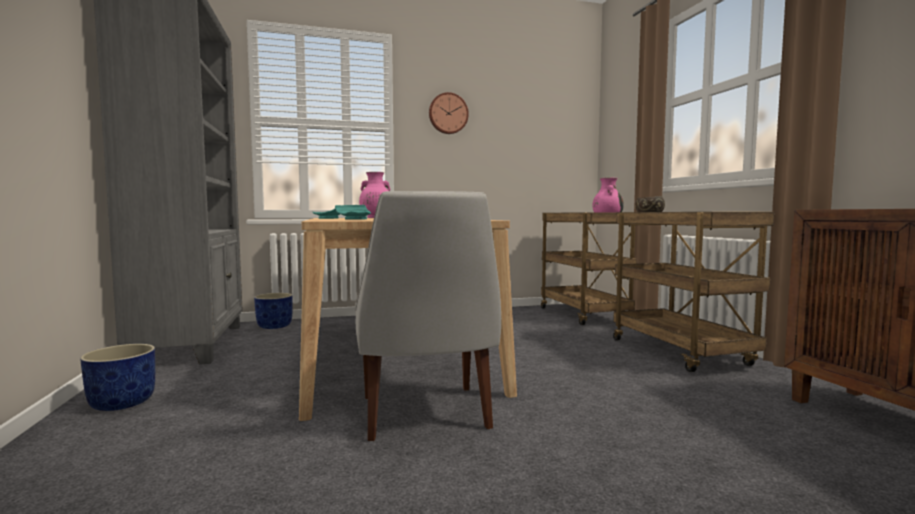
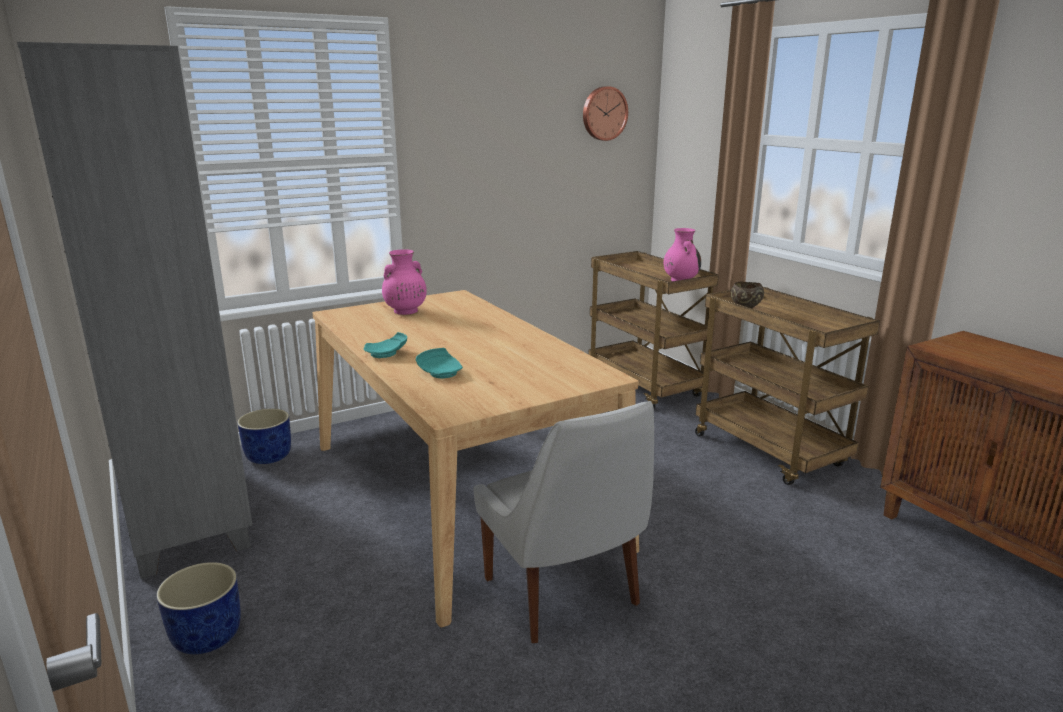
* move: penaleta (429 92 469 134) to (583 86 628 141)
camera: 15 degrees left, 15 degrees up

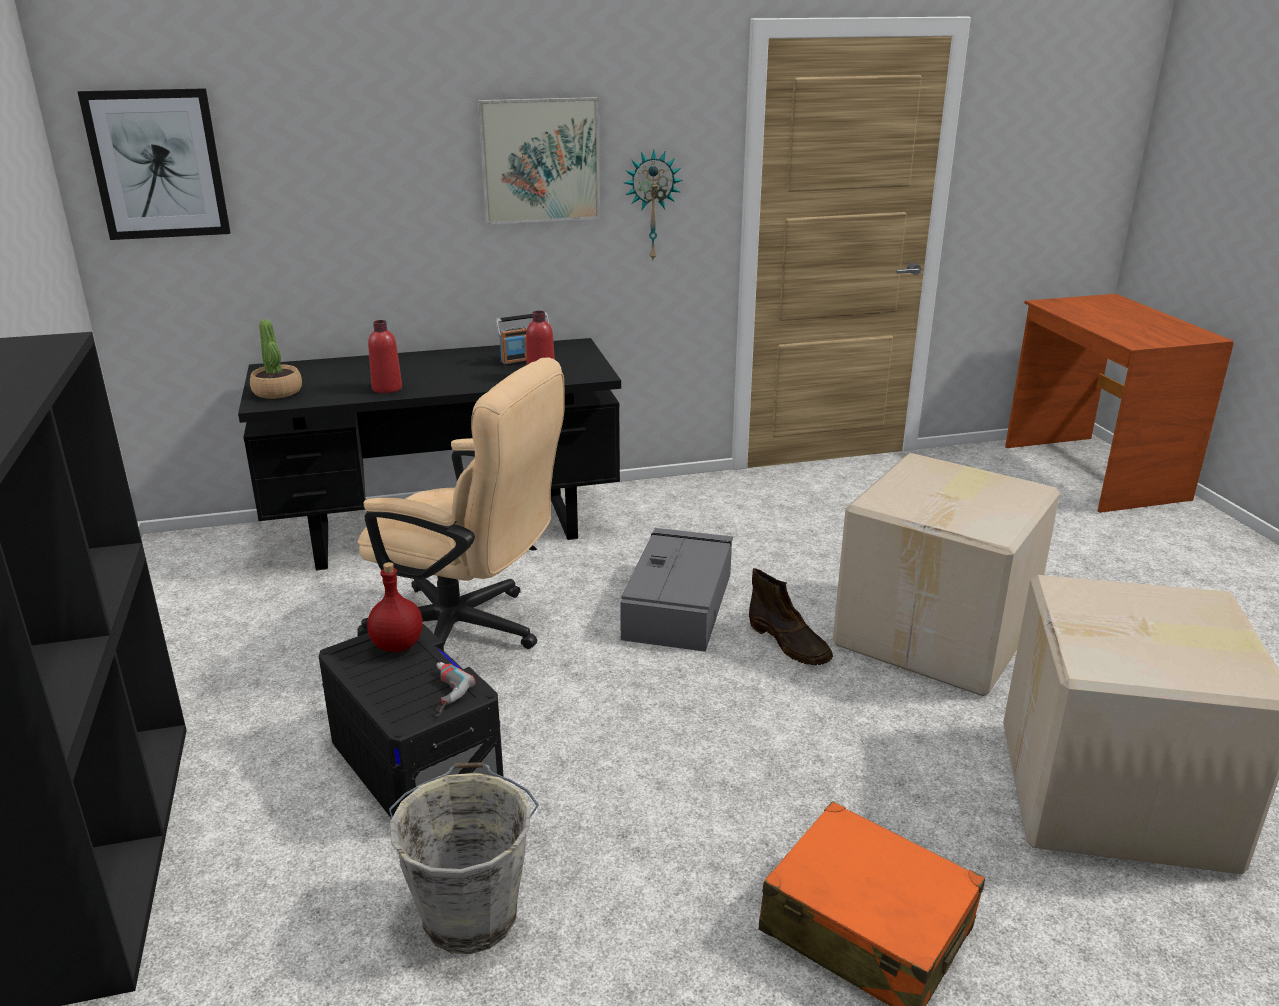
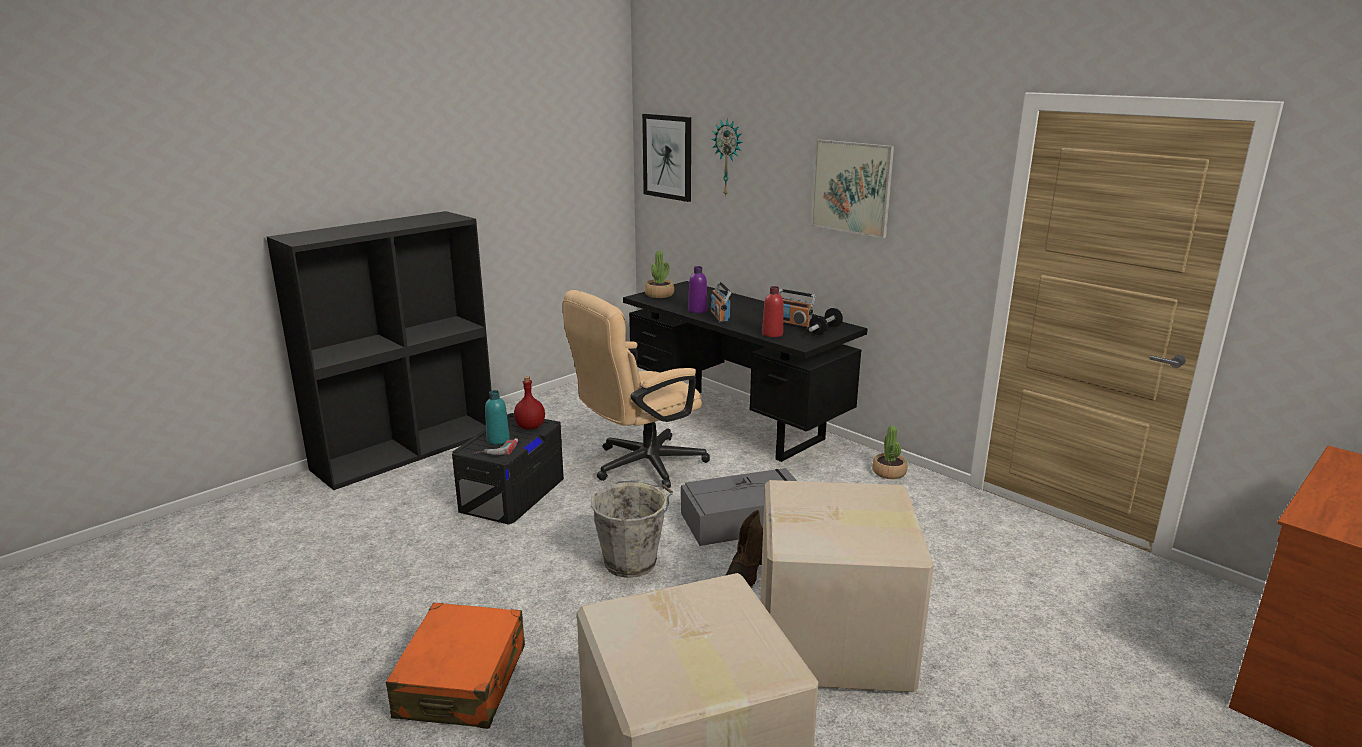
* rotate: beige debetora (357 358 564 649) = (562 290 710 488) 60 degrees clockwise
* recolor: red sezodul (368 320 402 393) to purple sezodul (688 266 707 313)
* move: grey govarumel (389 762 539 954) to (591 481 673 578)
* move: penaleta (624 150 683 260) to (711 118 743 197)
* insert: turquoise sezodul (485 390 510 444)
* insert: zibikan (710 281 732 323)
* insert: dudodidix (809 308 843 335)
* insert: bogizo (872 425 907 479)
camera: 60 degrees right, 5 degrees down

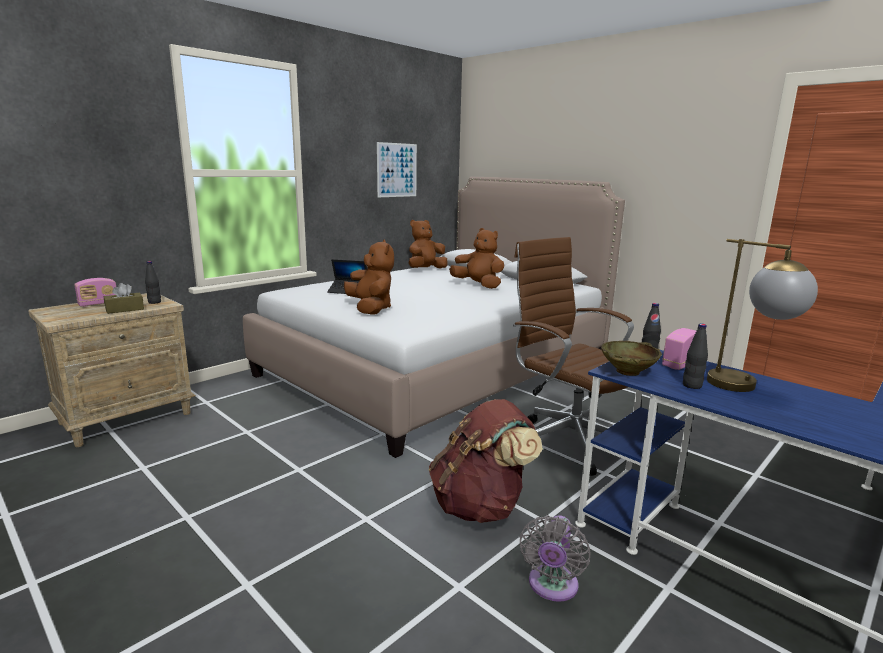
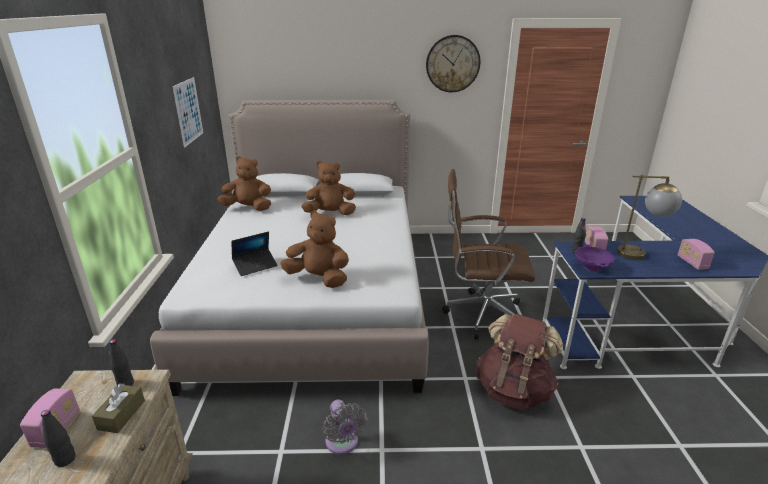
* rotate: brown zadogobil (408 220 448 269) = (217 156 271 211) 90 degrees clockwise
* move: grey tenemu (519 515 590 602) to (323 399 368 455)
* recolor: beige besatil (601 341 662 376) to purple besatil (575 245 615 272)
* move: black sezodul (683 323 708 389) to (41 410 76 467)
* insert: penaleta (426 35 480 92)
* insert: zibikan (678 239 715 270)
camera: 45 degrees left, 10 degrees up

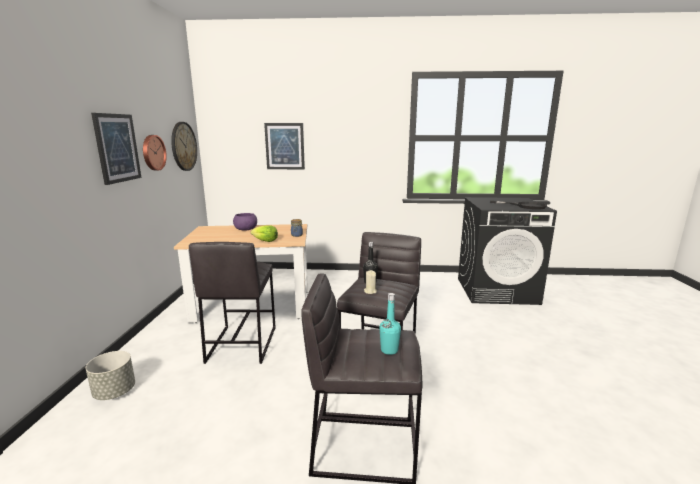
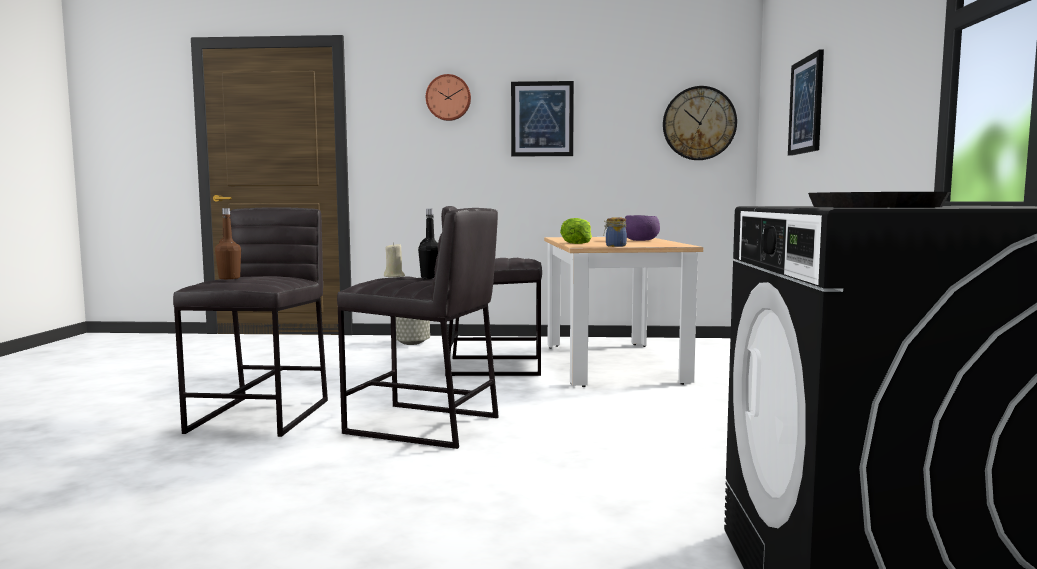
* move: penaleta (143 135 167 170) to (426 74 471 121)
* recolor: turquoise sezodul (380 293 401 355) to brown sezodul (215 208 241 279)
camera: 90 degrees right, 10 degrees down

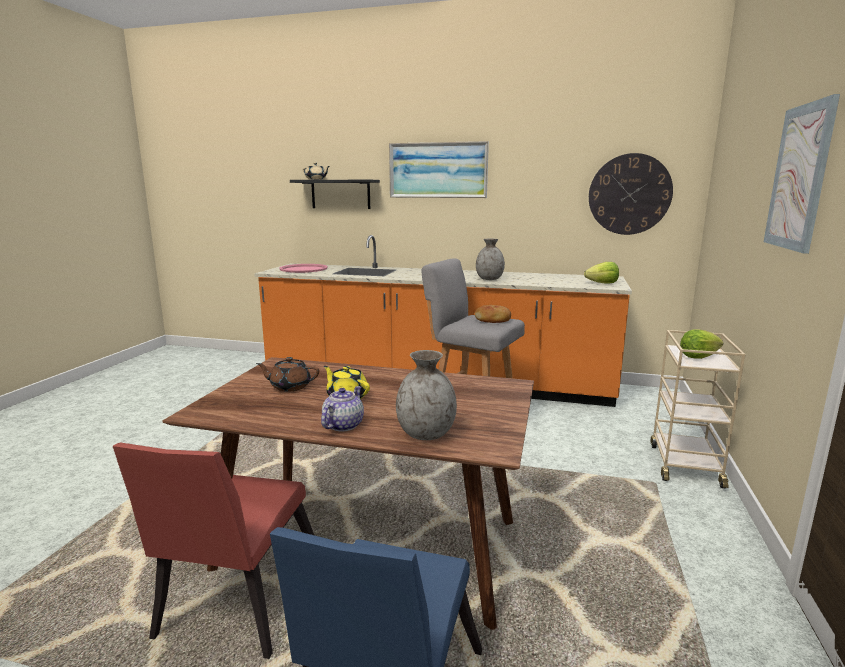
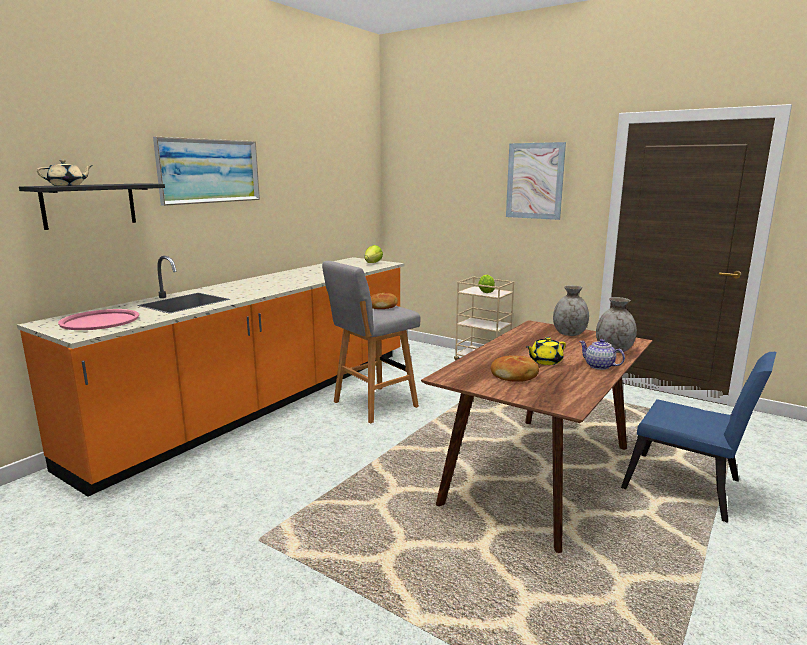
* delete: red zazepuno (113 442 314 659)
* replace: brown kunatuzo (256 357 319 392) to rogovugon (491 356 539 382)
* move: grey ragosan (476 239 505 280) to (553 285 589 336)
* delete: penaleta (589 153 673 235)
camera: 70 degrees left, 0 degrees up

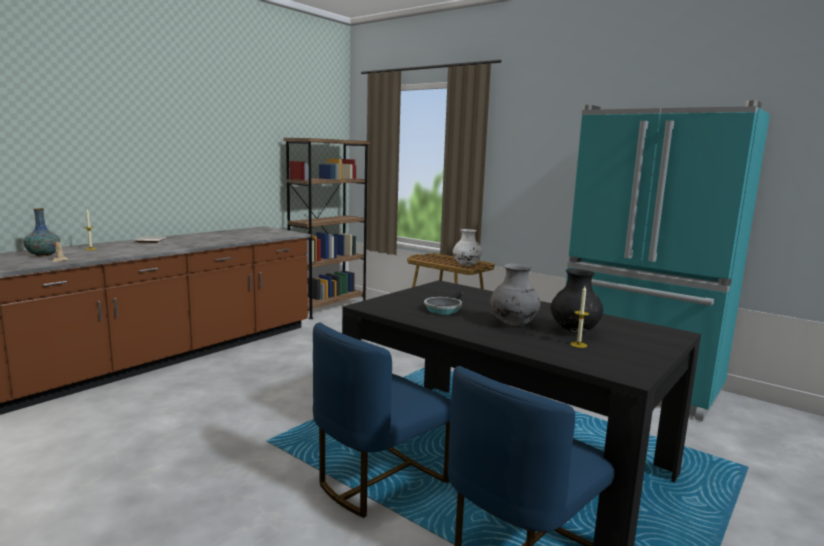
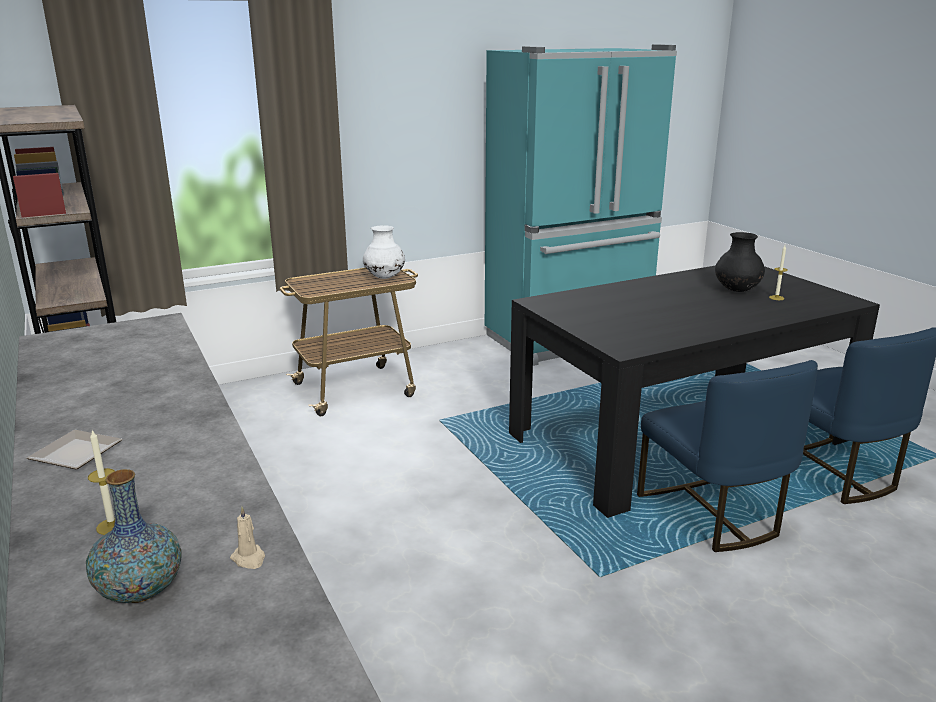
* delete: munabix (424 291 462 315)
* delete: grey ragosan (490 263 540 326)
camera: 65 degrees left, 10 degrees up

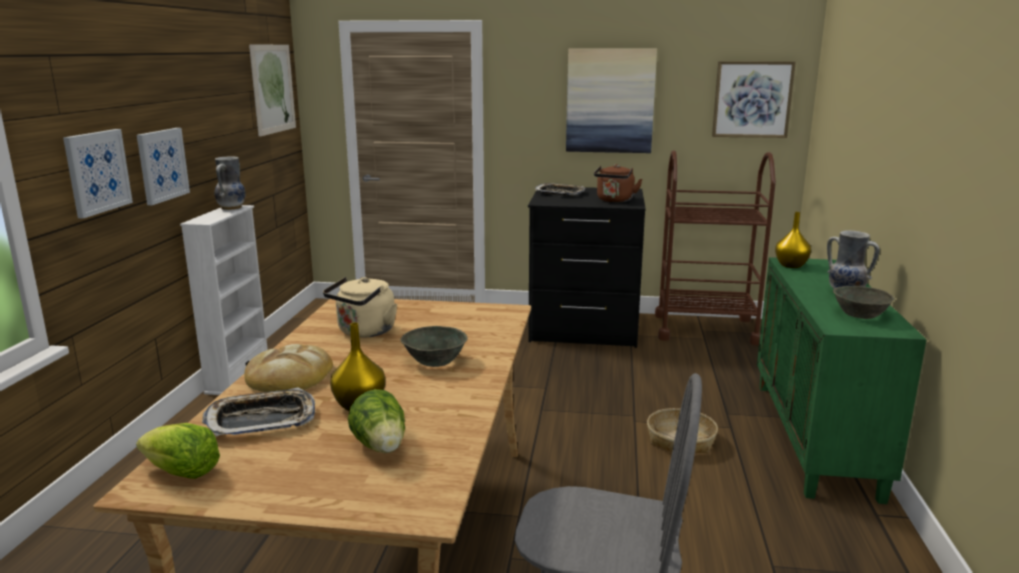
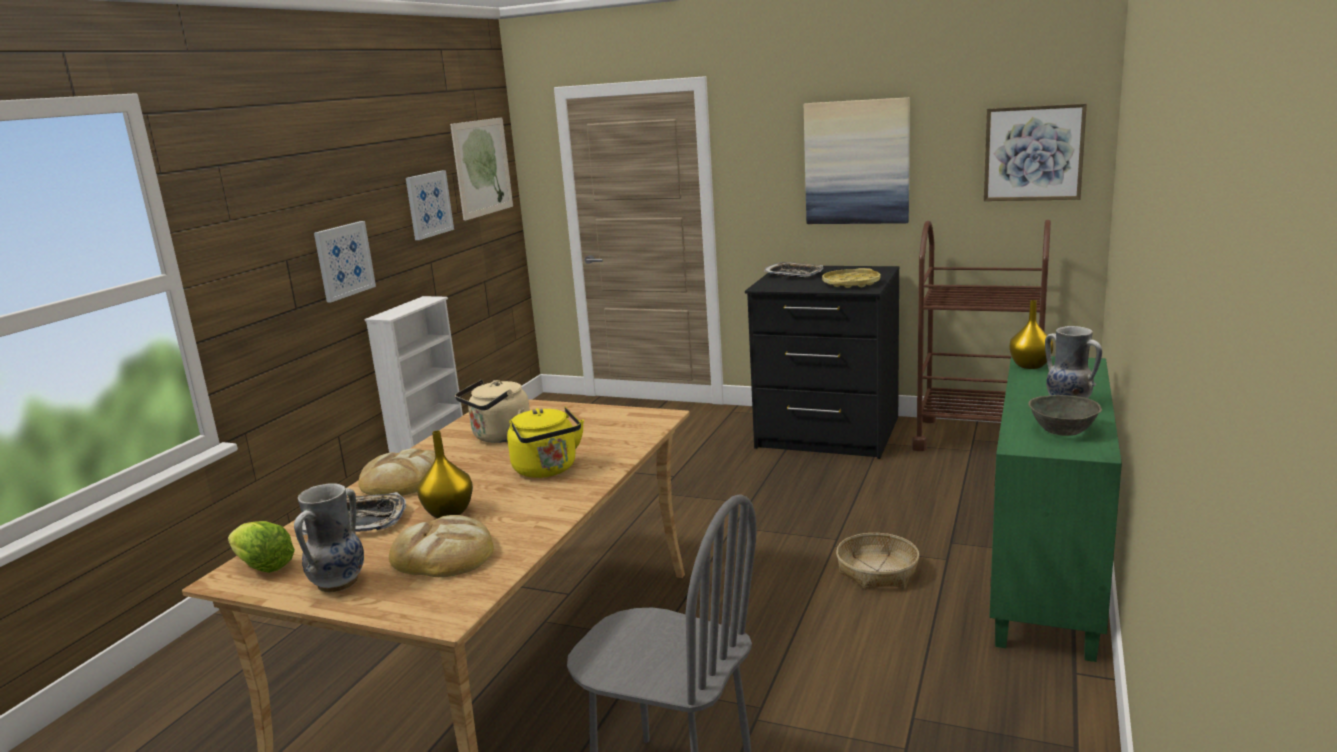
* move: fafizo (63 129 133 218) to (406 170 454 240)
* move: ragosan (214 156 246 210) to (294 483 364 592)
* replace: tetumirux (348 389 405 453) to rogovugon (389 515 494 577)
* replace: grey besatil (400 326 468 367) to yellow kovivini (507 407 584 478)
* replace: brown kovivini (594 164 642 202) to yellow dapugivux (822 268 881 288)
camera: 15 degrees right, 0 degrees up

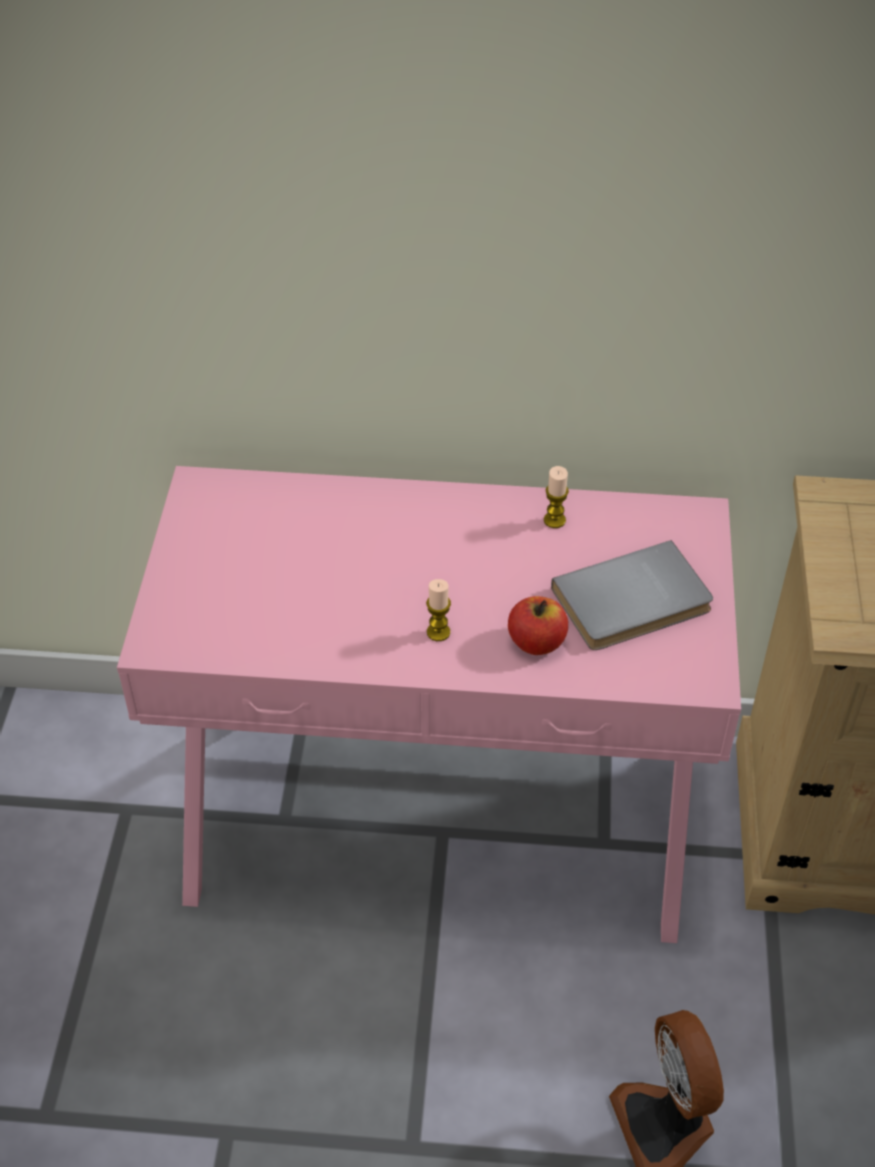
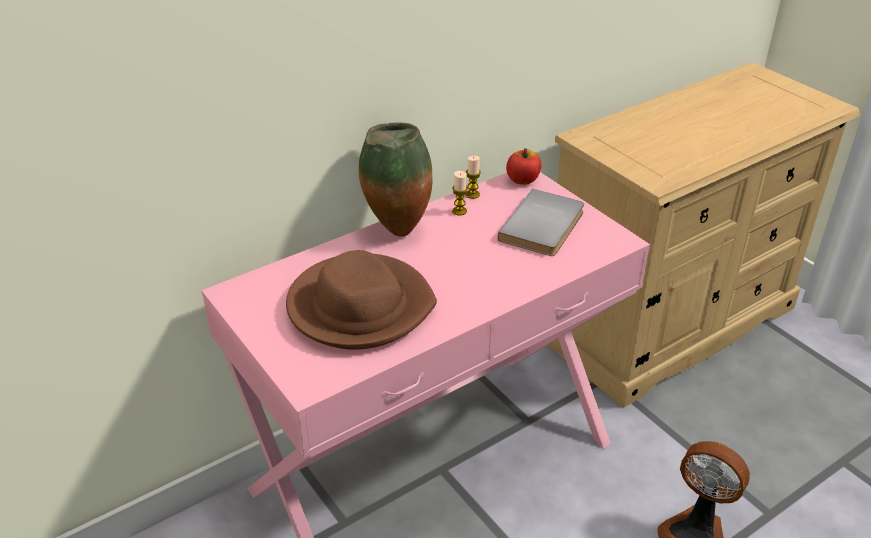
* move: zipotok (426 579 451 641) to (466 156 481 199)
* move: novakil (508 596 568 655) to (506 148 541 185)
* insert: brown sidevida (286 250 437 350)
* insert: ragosan (359 123 433 237)
camera: 40 degrees left, 10 degrees down

